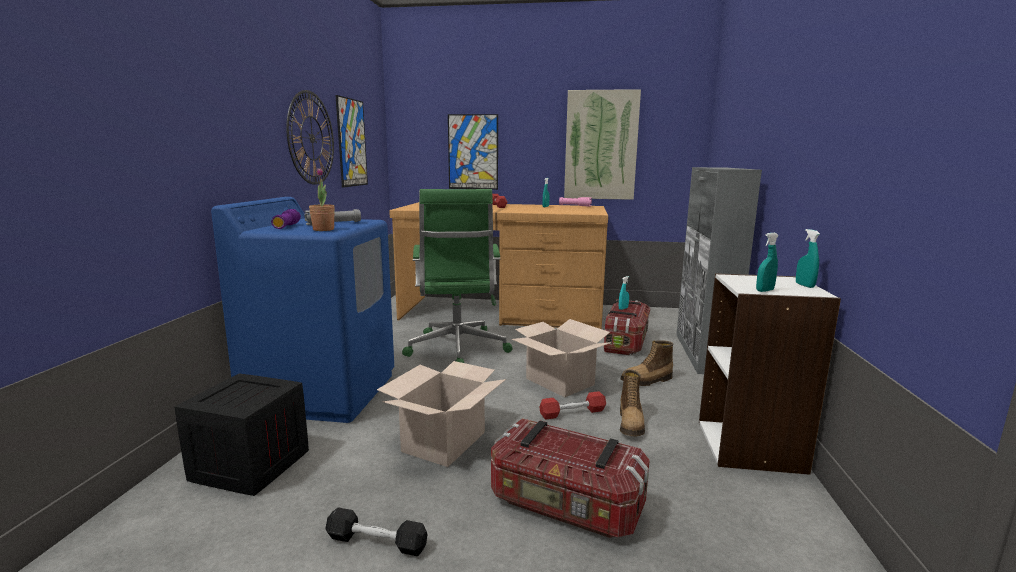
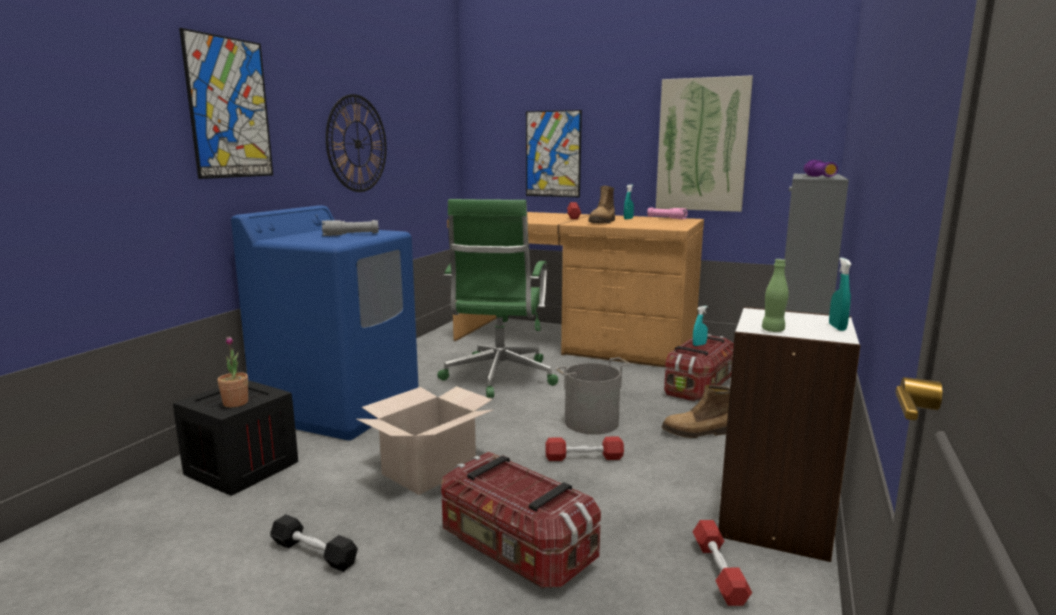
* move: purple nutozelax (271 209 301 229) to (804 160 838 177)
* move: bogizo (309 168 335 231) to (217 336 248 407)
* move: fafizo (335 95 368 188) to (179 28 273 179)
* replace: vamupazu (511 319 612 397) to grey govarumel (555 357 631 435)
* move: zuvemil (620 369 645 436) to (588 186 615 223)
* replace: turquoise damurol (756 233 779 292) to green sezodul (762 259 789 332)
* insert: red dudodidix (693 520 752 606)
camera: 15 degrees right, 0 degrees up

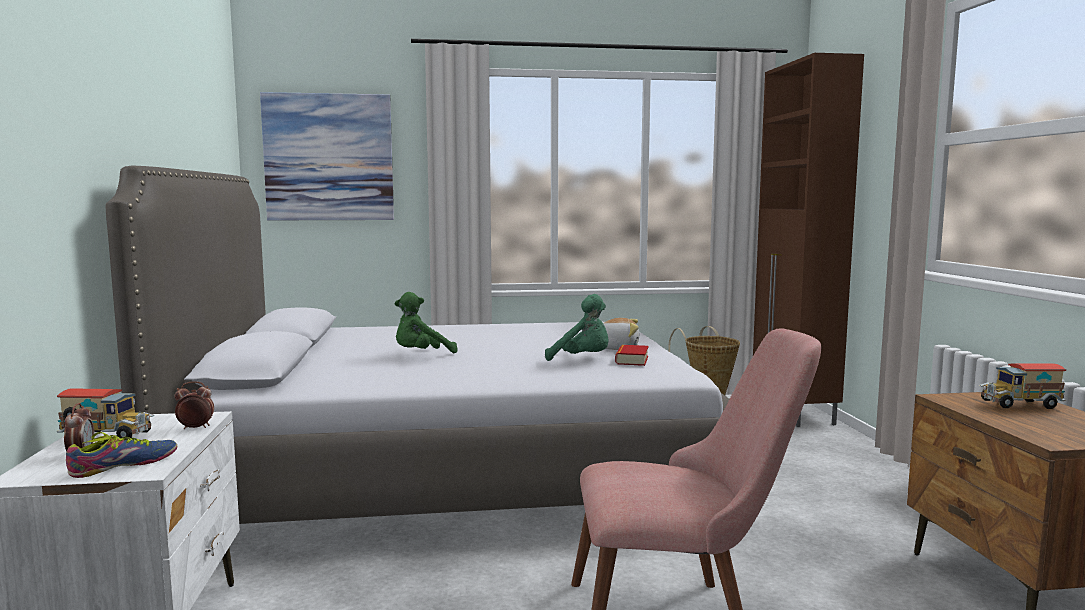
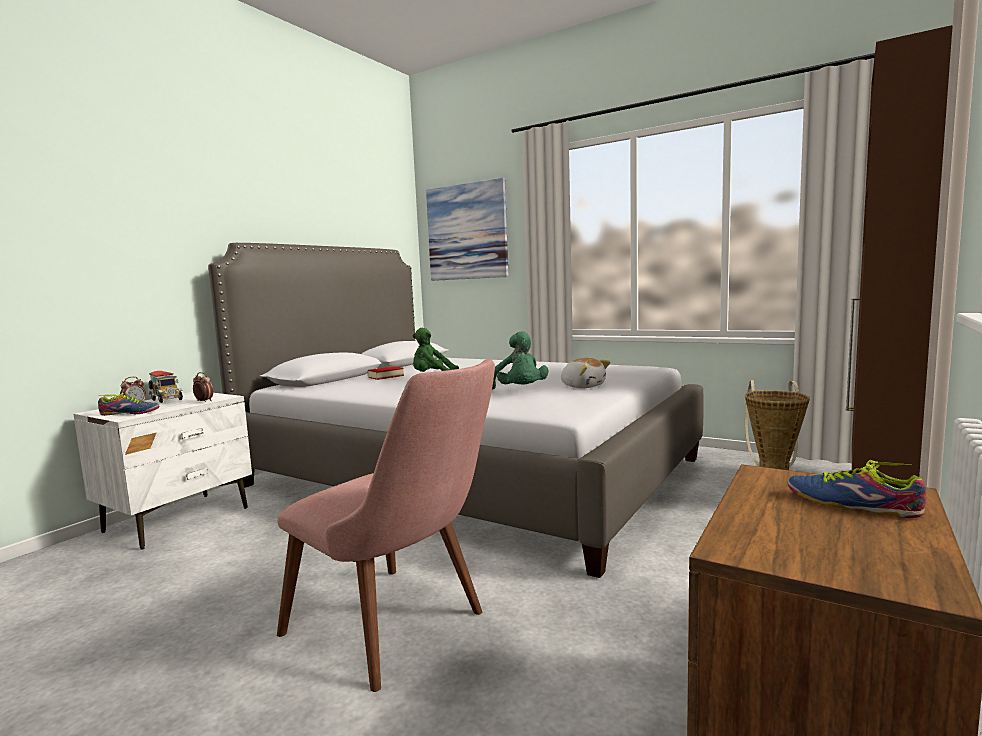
* move: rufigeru (615 345 649 366) to (368 366 404 380)
* replace: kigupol (979 363 1066 409) to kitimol (788 460 927 518)
camera: 40 degrees right, 0 degrees up

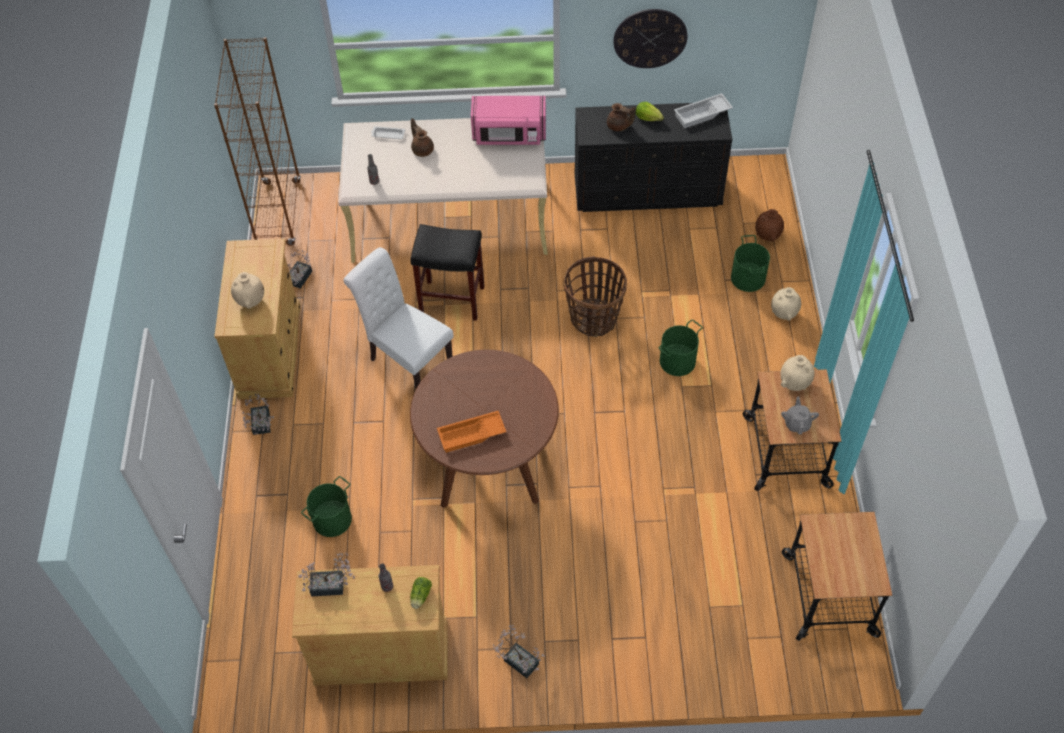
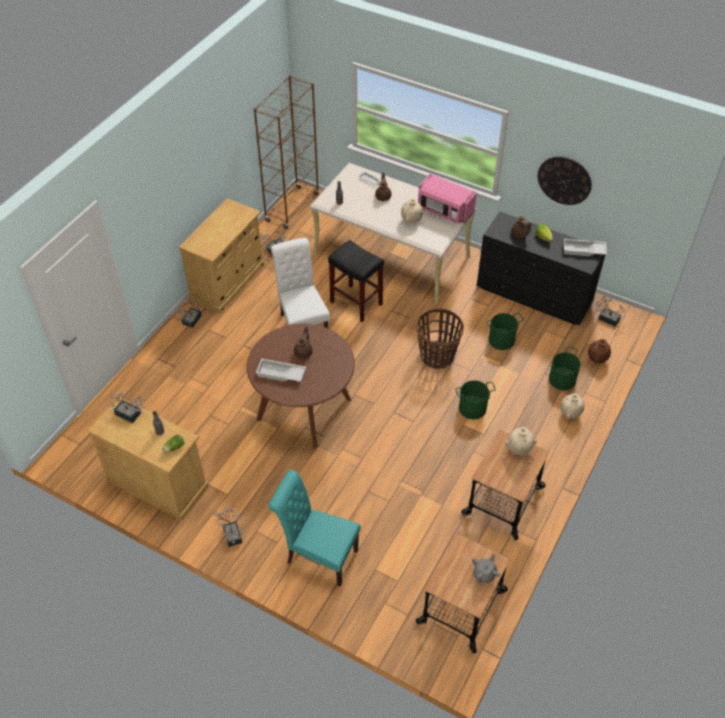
* move: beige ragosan (231 272 264 309) to (401 198 423 223)
* move: green govarumel (301 476 352 537) to (486 313 524 350)
* recolor: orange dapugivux (437 411 506 453) to white dapugivux (256 358 306 382)
* move: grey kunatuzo (781 397 819 434) to (472 553 500 583)
* insert: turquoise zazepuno (268 470 361 587)
* insert: brown kunatuzo (294 327 313 359)
* insert: bogizo (596 293 627 327)
camera: 30 degrees right, 5 degrees down

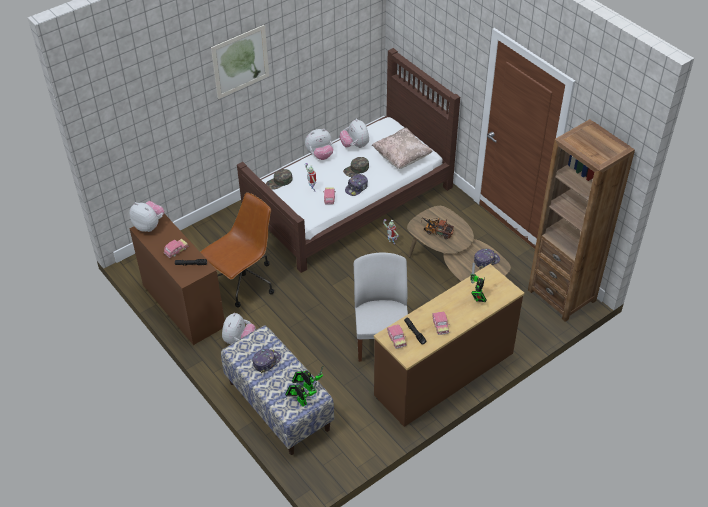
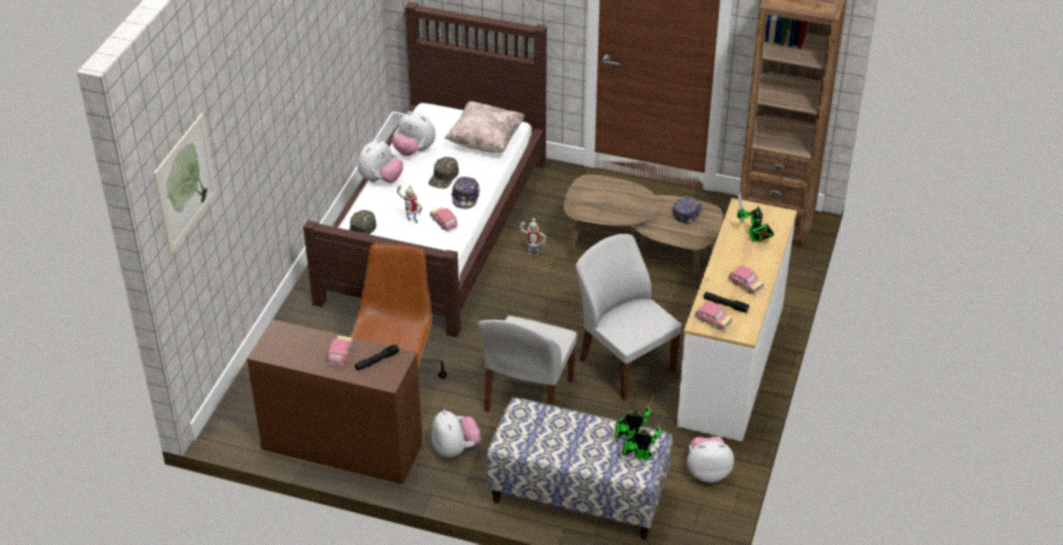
* move: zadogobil (130 201 165 232) to (687 437 734 483)
* move: fafizo (211 25 269 99) to (154 113 217 254)
* delete: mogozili (253 349 281 373)
* recolor: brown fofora (374 264 525 427) to white fofora (677 198 797 442)
* delete: kigupol (421 218 454 239)
* insert: white zazepuno (478 316 577 412)
camera: 35 degrees left, 5 degrees down

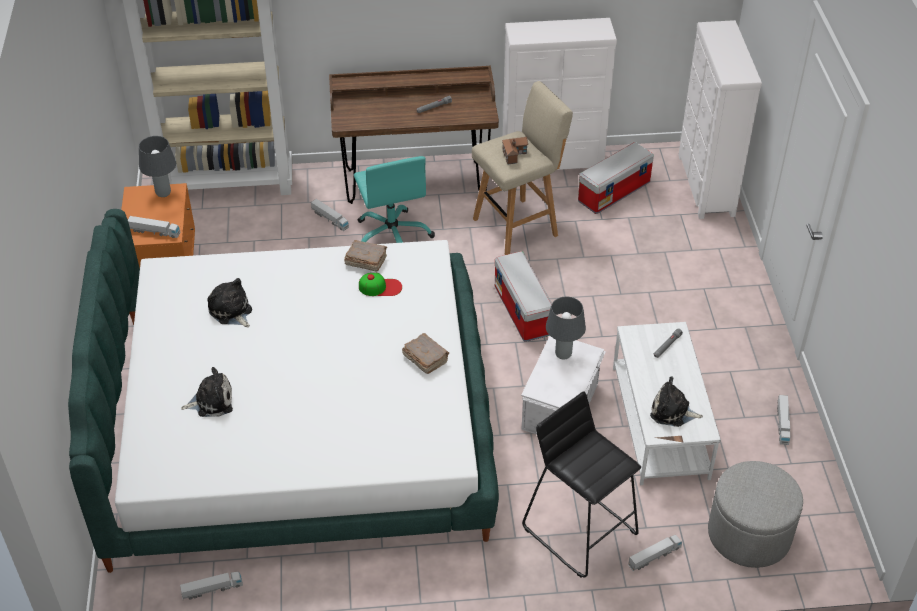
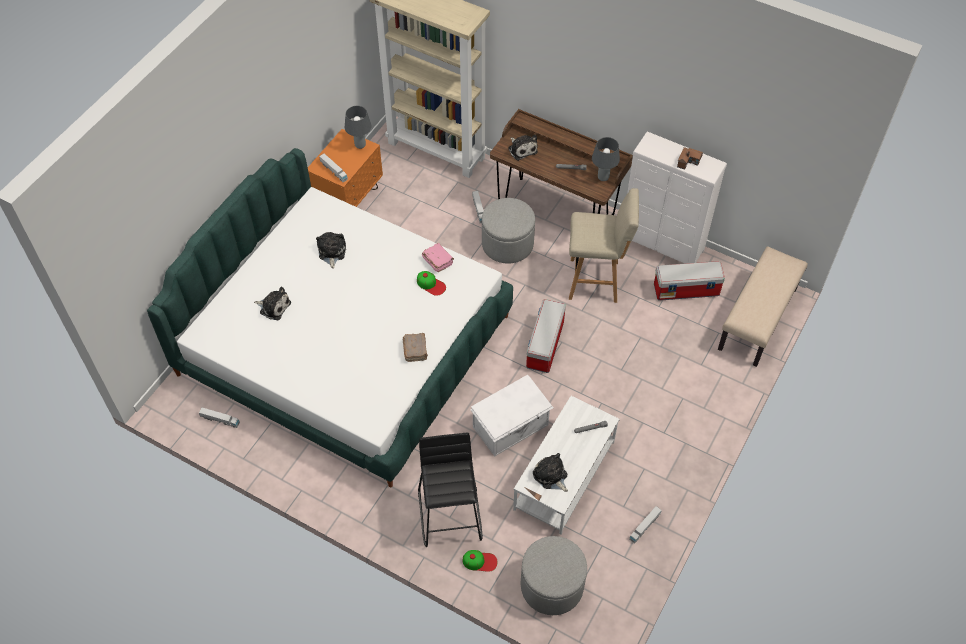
* recolor: brown rufigeru (344 240 387 272) to pink rufigeru (422 243 454 272)
* replace: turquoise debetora (354 156 435 243) to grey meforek (482 198 535 263)
* move: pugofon (502 137 528 164) to (677 147 703 170)
* move: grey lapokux (546 297 586 360) to (592 137 620 181)
* replace: kigupol (628 535 682 572) to mogozili (463 550 498 572)
* replace: white fofora (678 20 762 219) to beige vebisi (718 246 808 367)
* insert: zadogobil (508 135 538 161)
camera: 35 degrees right, 10 degrees up

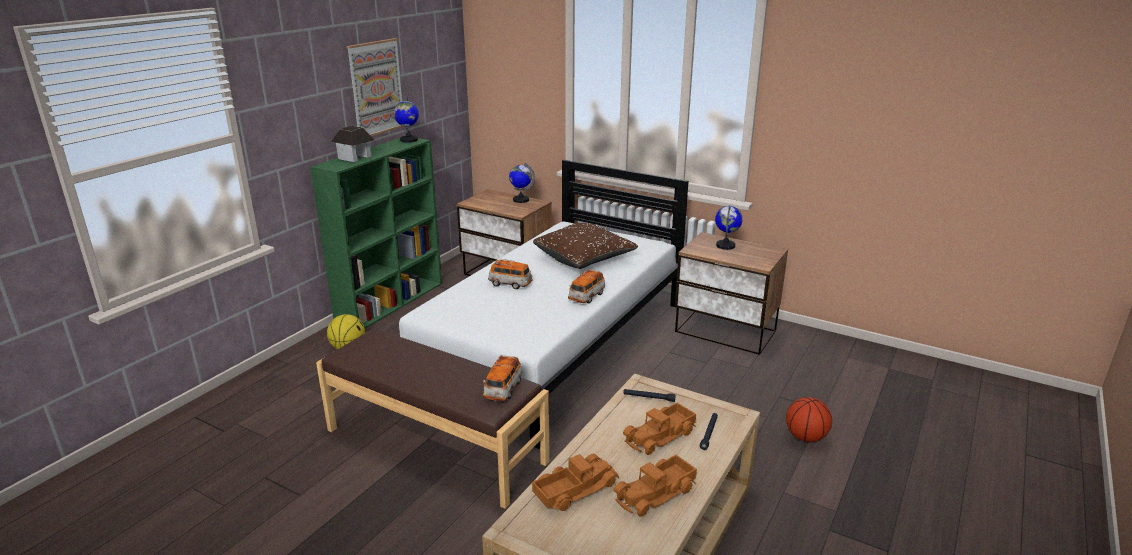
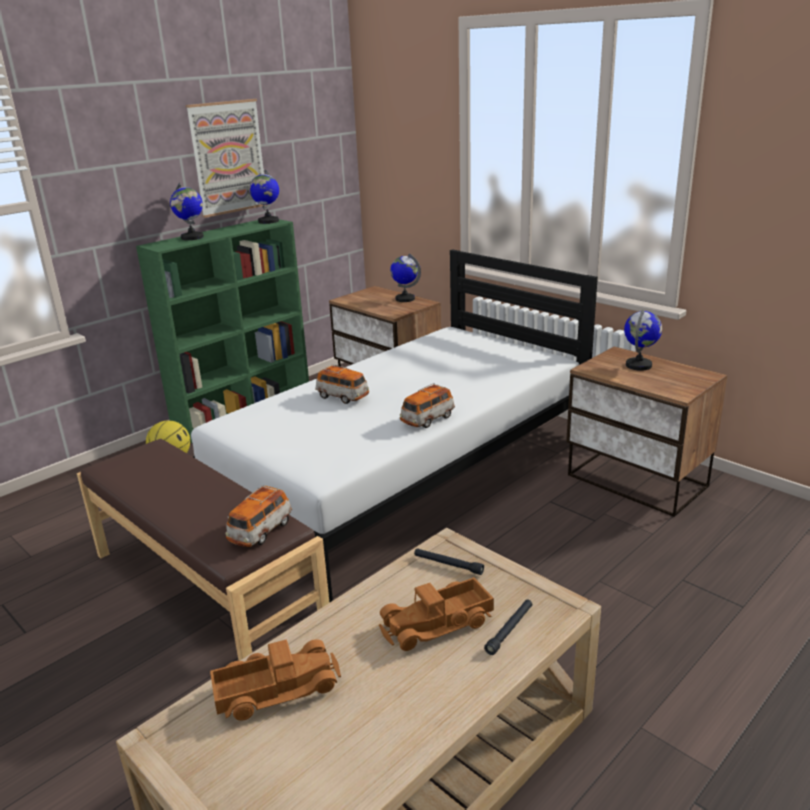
* replace: pugofon (331 126 375 162) to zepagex (170 183 204 240)
* delete: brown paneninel (533 223 638 269)
* delete: kigupol (614 455 697 517)
* delete: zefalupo (786 397 832 442)
camera: 15 degrees right, 0 degrees up

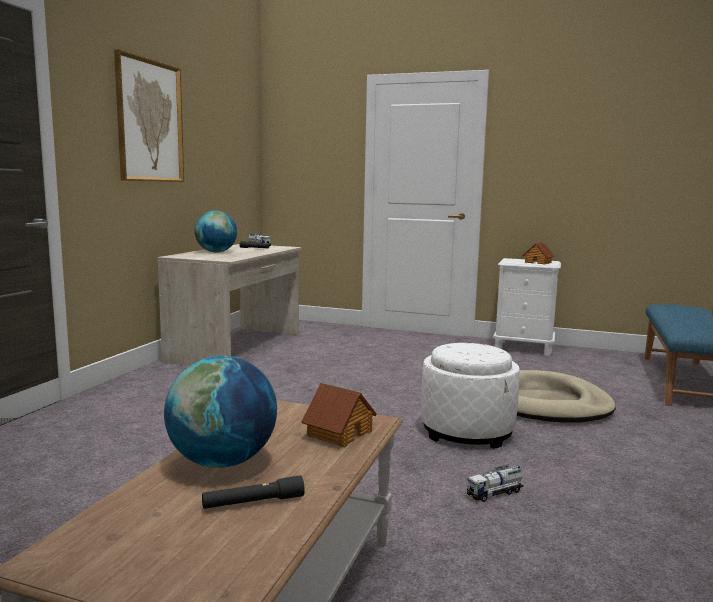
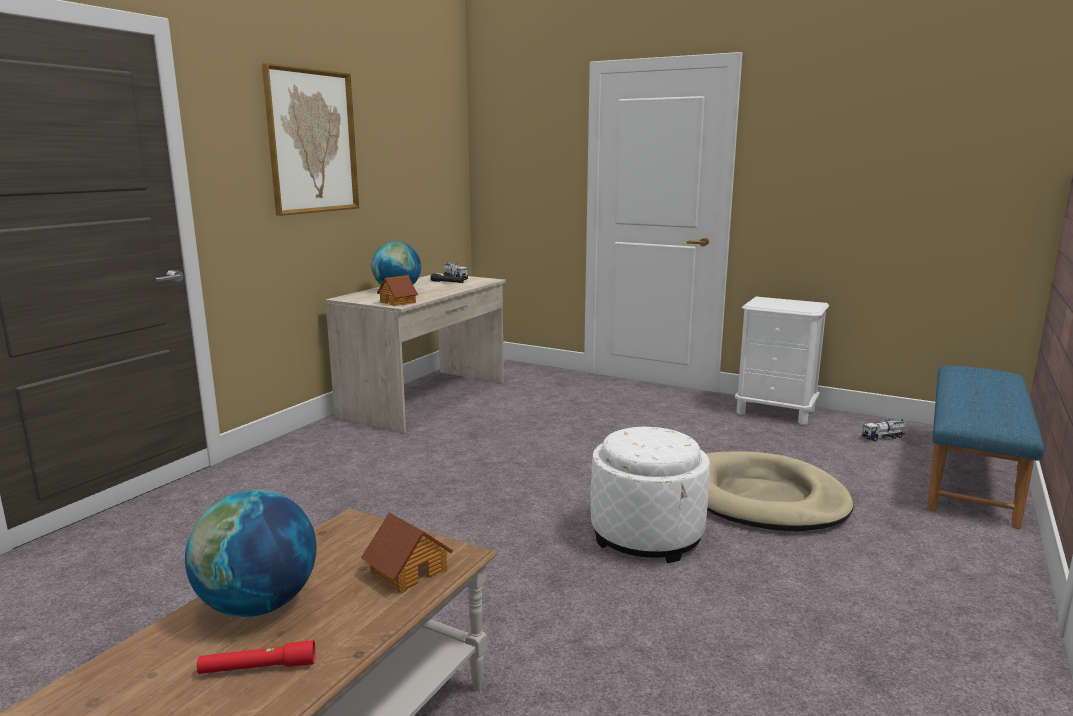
* recolor: black nutozelax (202 475 305 509) to red nutozelax (197 640 315 674)
* move: kigupol (467 464 524 502) to (862 418 905 441)
* move: pugofon (522 242 554 264) to (377 275 418 306)
camera: 10 degrees right, 5 degrees up

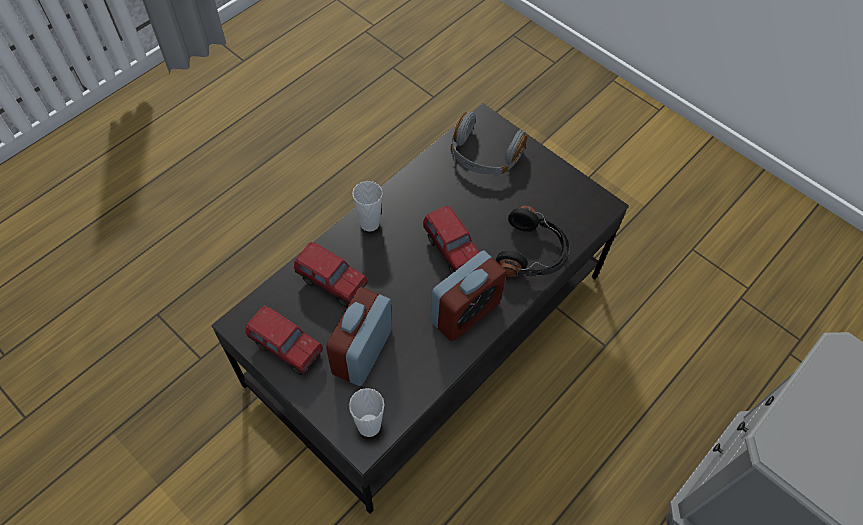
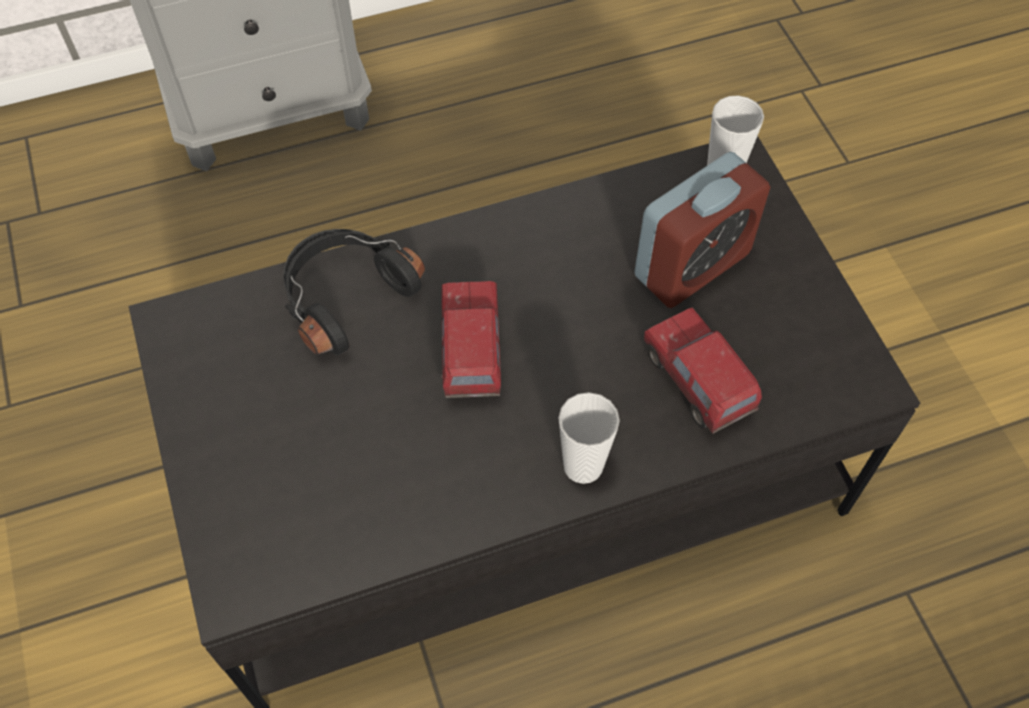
* delete: kigupol (245 306 323 375)
* delete: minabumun (430 250 507 341)
* delete: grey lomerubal (451 112 527 177)
camera: 150 degrees left, 0 degrees up

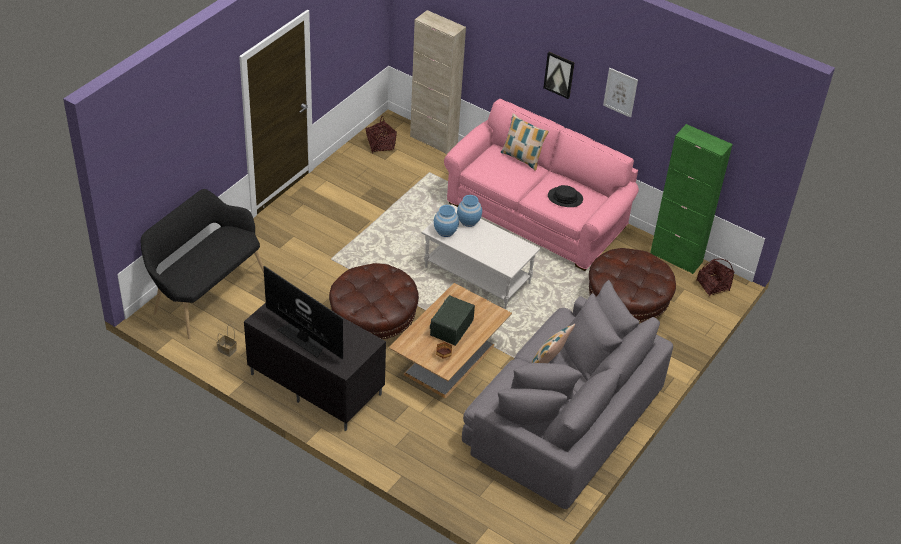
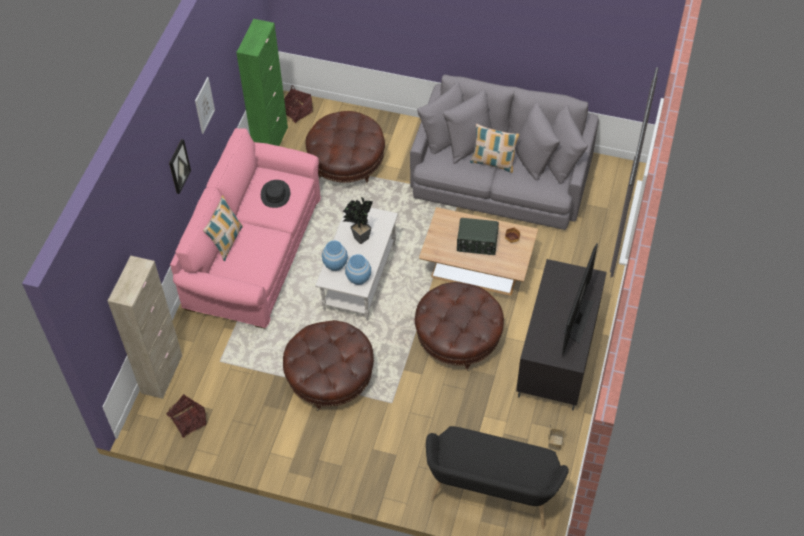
* insert: brown meforek (283 320 374 411)
* insert: bogizo (343 197 373 244)
camera: 105 degrees left, 10 degrees up

